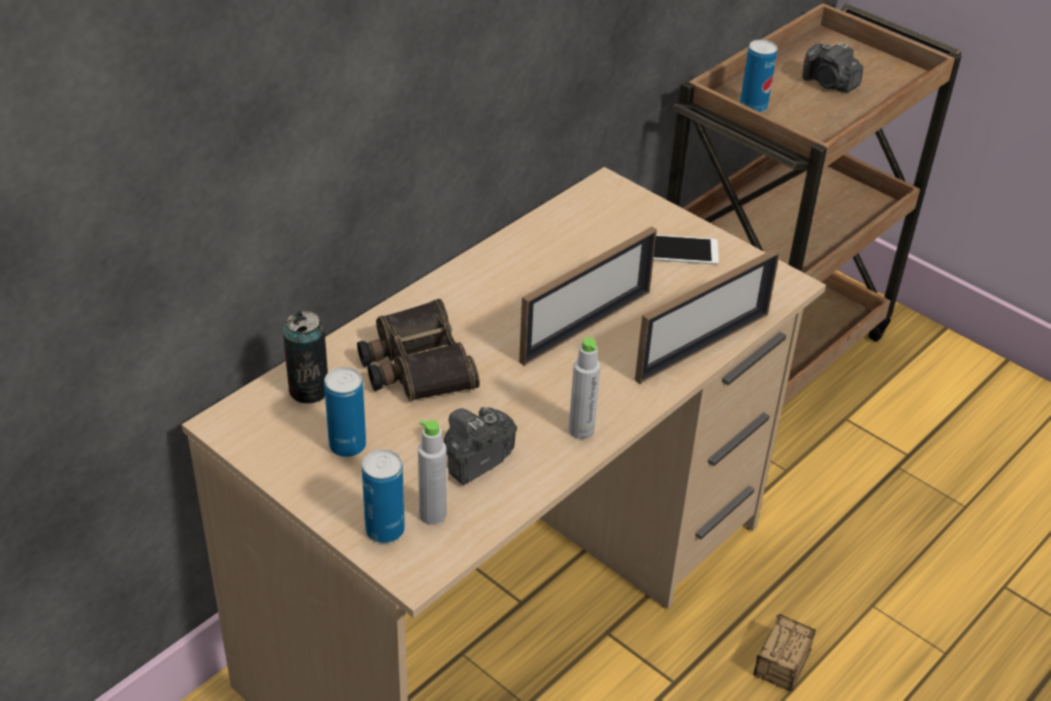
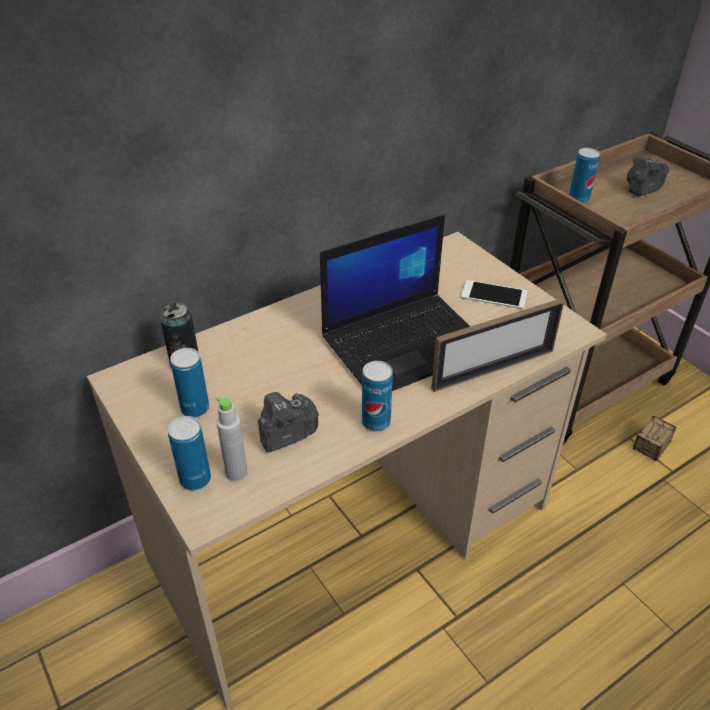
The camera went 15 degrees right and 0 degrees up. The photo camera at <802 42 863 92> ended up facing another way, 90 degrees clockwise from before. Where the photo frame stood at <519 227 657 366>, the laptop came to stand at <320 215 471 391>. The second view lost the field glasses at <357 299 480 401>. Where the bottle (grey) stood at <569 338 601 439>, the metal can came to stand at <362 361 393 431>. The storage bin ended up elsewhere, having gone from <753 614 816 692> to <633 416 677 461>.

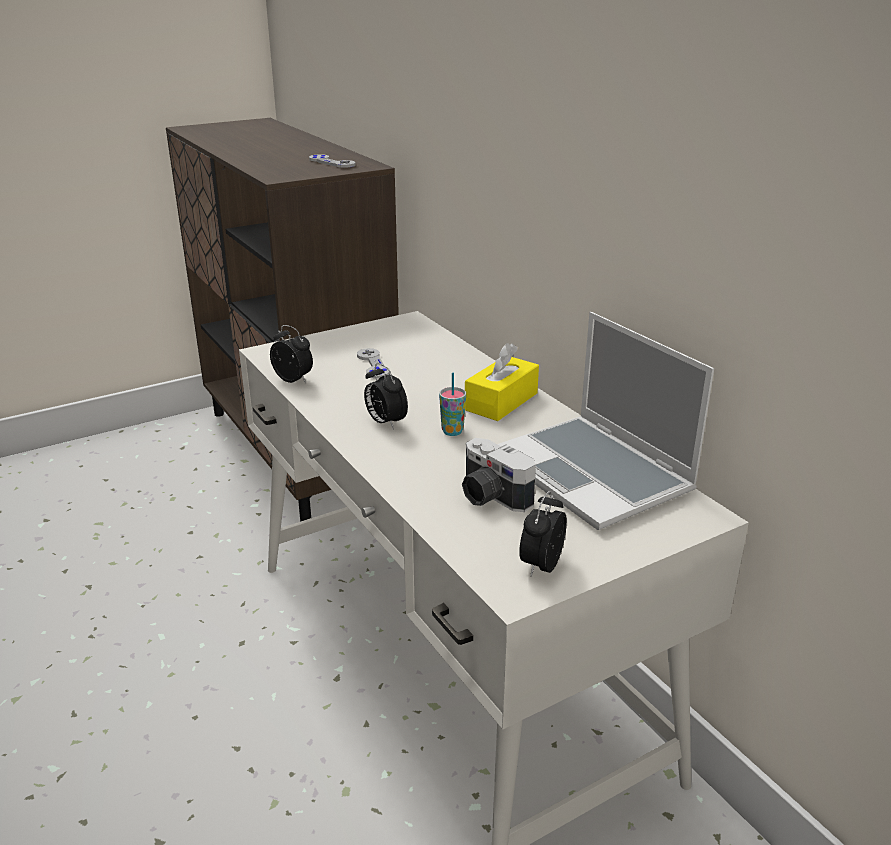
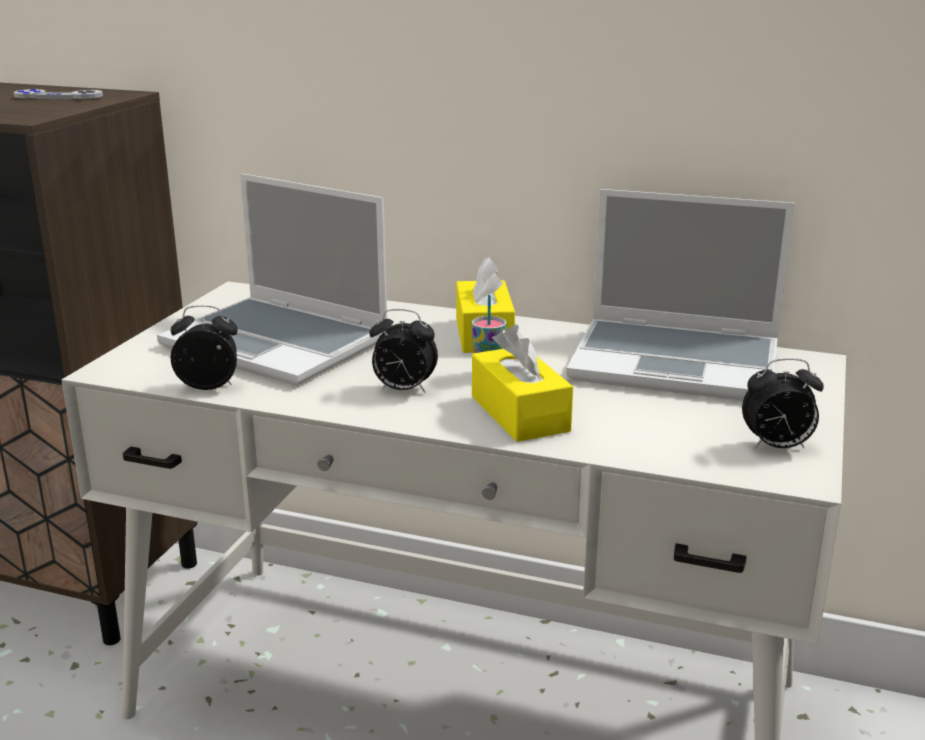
The camera went 40 degrees left and 5 degrees down. Where the joypad (grey) stood at <357 348 390 379>, the laptop came to stand at <157 173 387 386>. The second view lost the photo camera at <462 438 536 512>. The table clock at <519 491 567 577> ended up facing another way, 75 degrees counterclockwise from before. The second view gained the tissue box (yellow-coloured) at <472 324 573 442>.

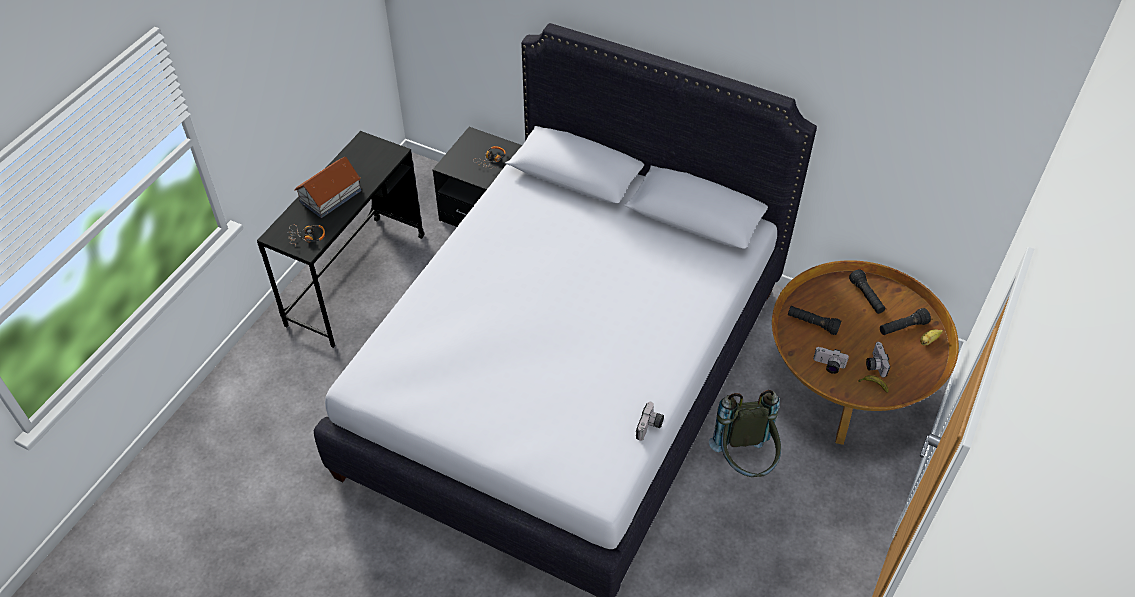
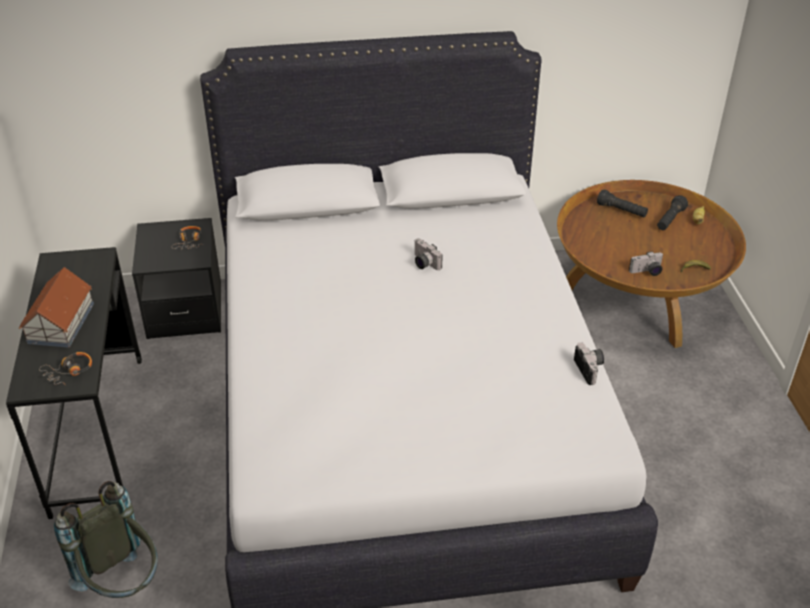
The camera went 35 degrees left and 10 degrees down. The second view lost the torch (blackish) at <788 306 841 335>. The photo camera ended up elsewhere, having gone from <866 342 890 377> to <414 238 443 270>. The rucksack (grey) ended up elsewhere, having gone from <709 390 781 477> to <54 481 158 598>.

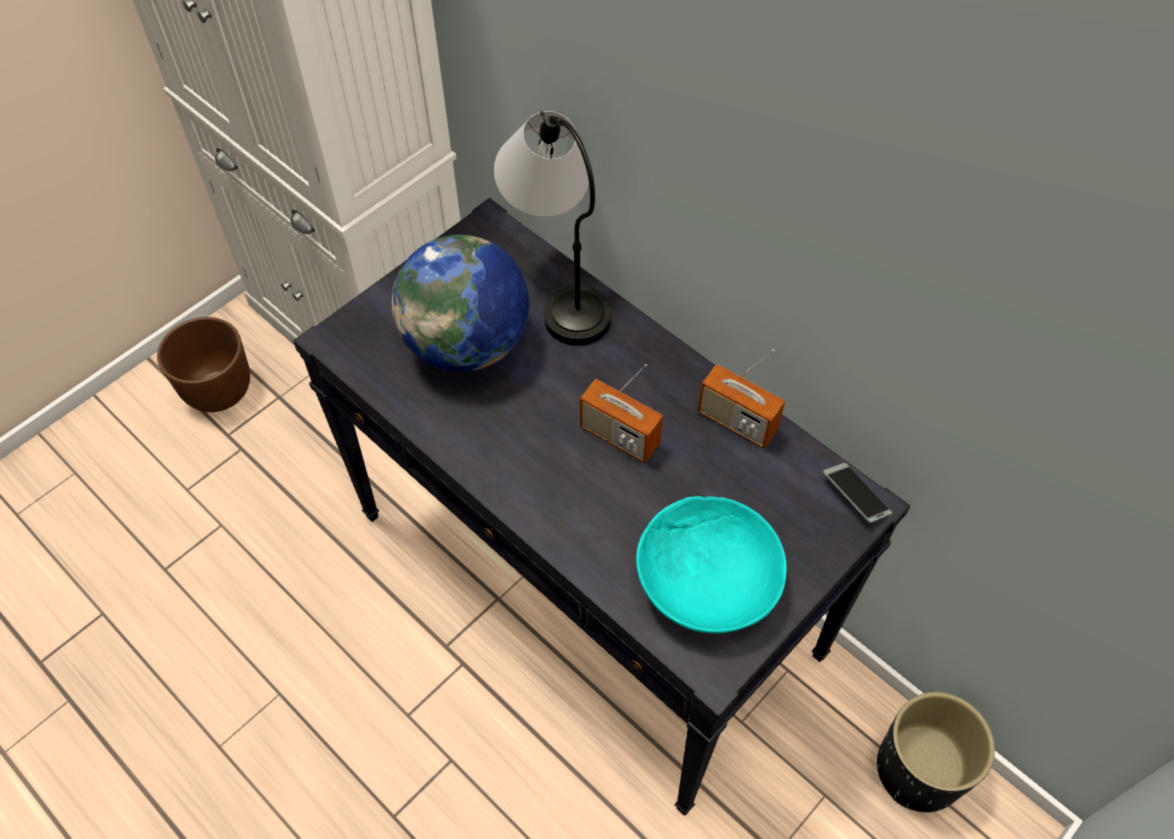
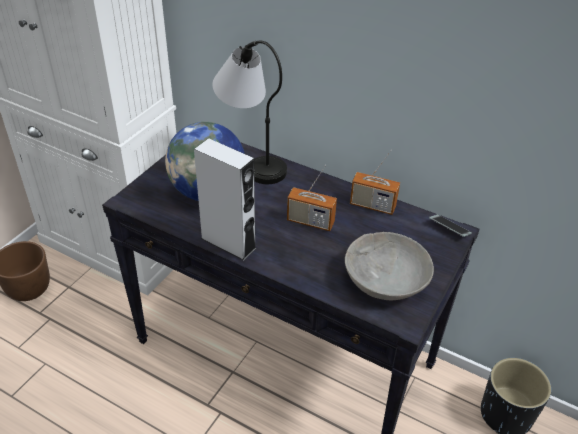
The camera went 15 degrees left and 15 degrees down. What was the bowl (blue-green) at <636 496 787 633> turned into the bowl (grey) at <345 232 434 300>. The second view gained the audio speaker (grey) at <194 138 256 261>.

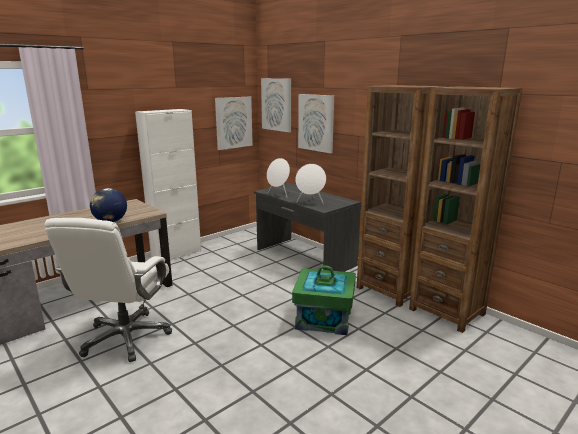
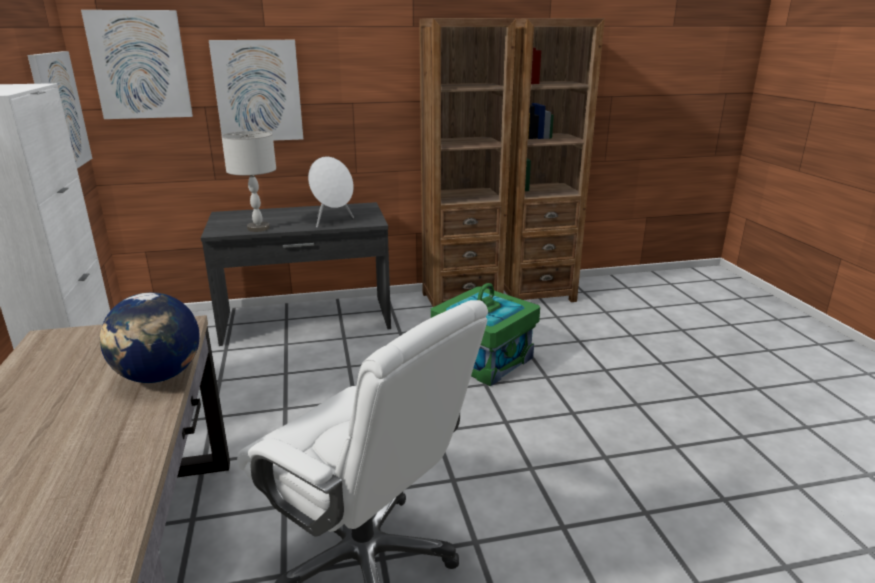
The camera went 60 degrees left and 5 degrees up. Where the audio speaker (white) stood at <267 158 290 198>, the tabletop lamp (grey) came to stand at <221 131 276 232>.

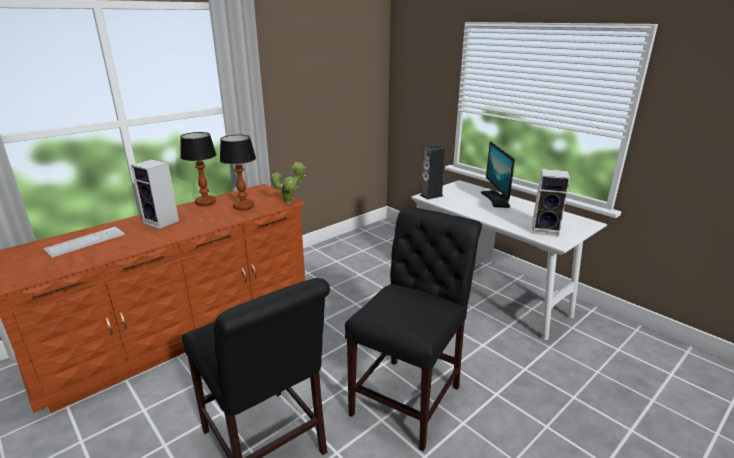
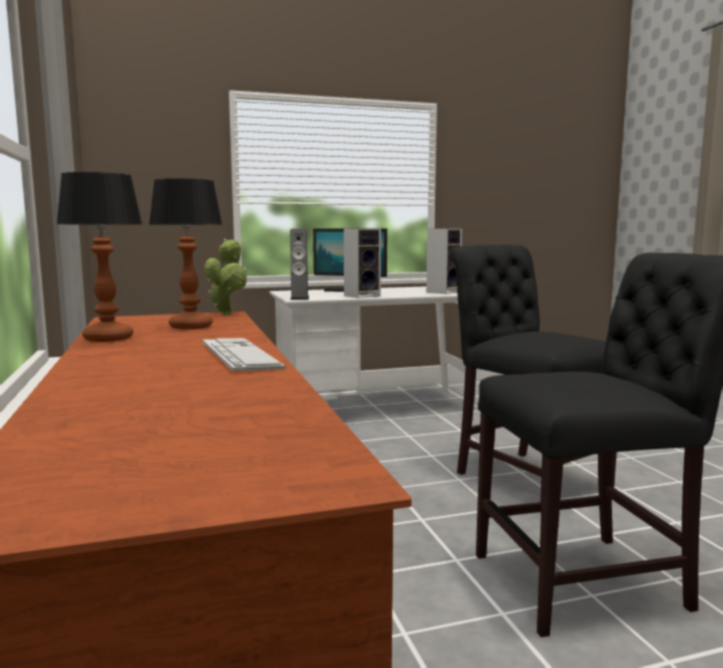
The camera went 65 degrees left and 15 degrees down. The audio speaker ended up elsewhere, having gone from <131 159 179 229> to <344 229 381 298>. The computer keyboard ended up elsewhere, having gone from <43 227 125 258> to <202 338 285 371>.

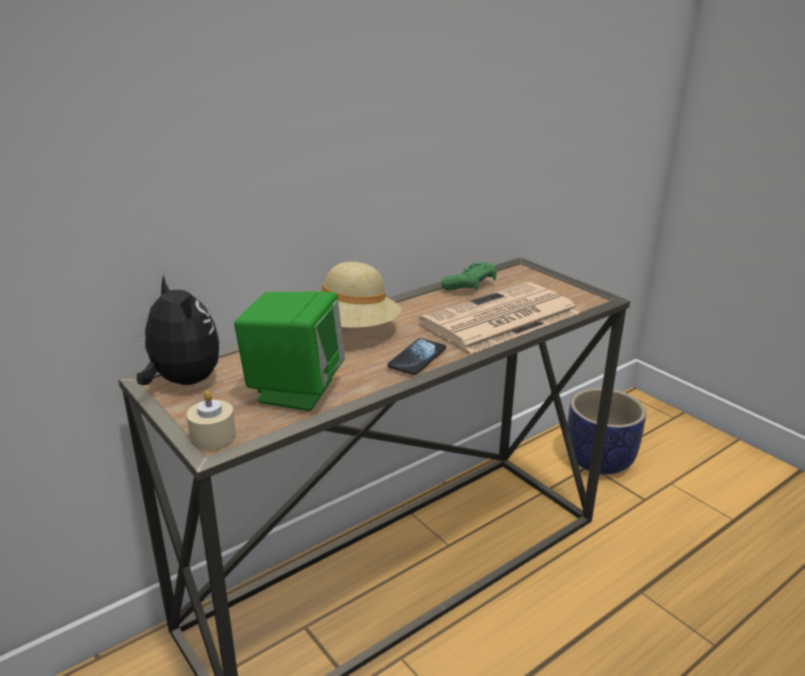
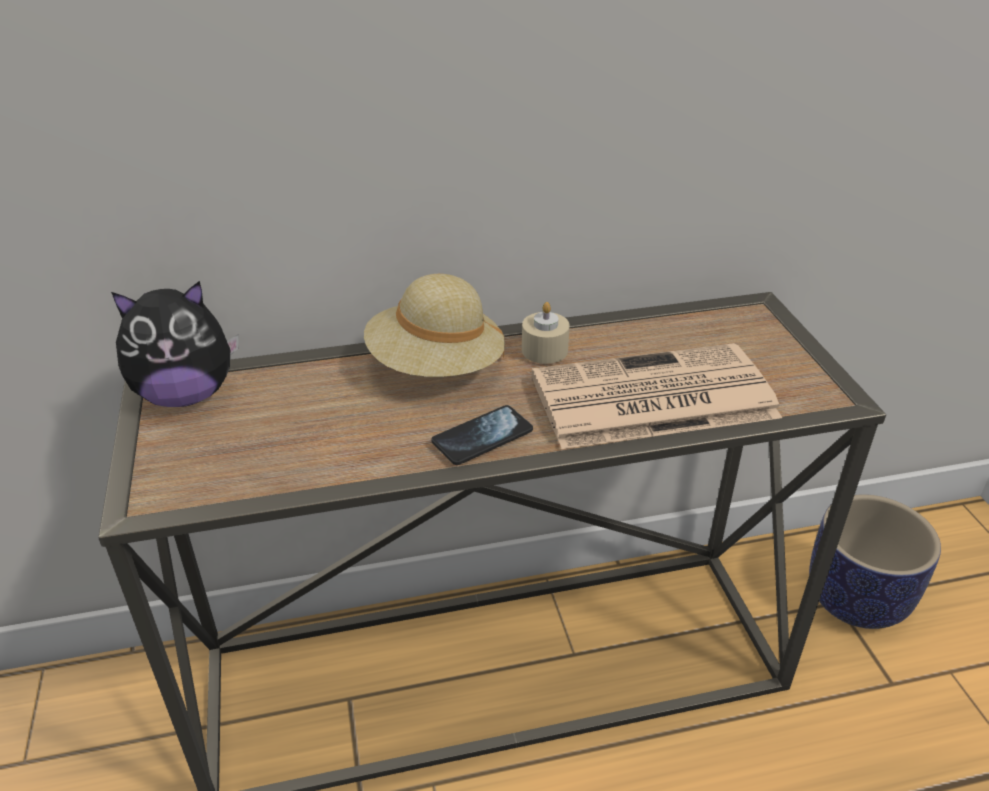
The camera went 25 degrees right and 10 degrees up. The second view lost the joypad (green) at <441 262 497 291>. The plush toy at <137 275 219 385> ended up facing another way, 90 degrees clockwise from before. The second view lost the audio speaker (green) at <234 291 345 411>. The candle (beige) ended up elsewhere, having gone from <187 390 236 450> to <522 302 570 364>.

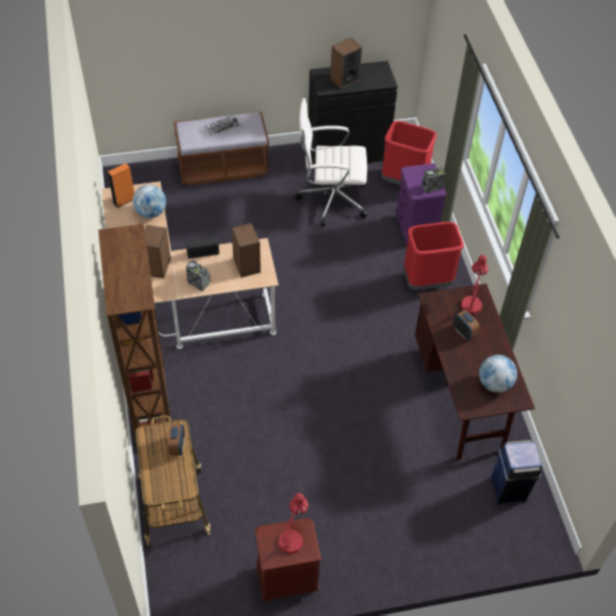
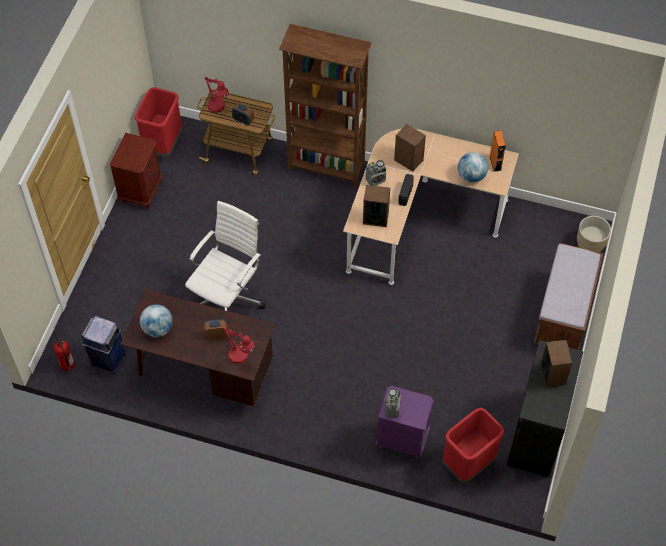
The camera went 120 degrees right and 5 degrees up. The desk chair (white) ended up elsewhere, having gone from <295 98 368 226> to <185 201 265 311>. The second view lost the computer keyboard at <205 115 242 137>. The trash can (red) ended up elsewhere, having gone from <404 222 464 290> to <135 87 182 157>. The tabletop lamp (red) ended up elsewhere, having gone from <278 493 308 554> to <205 77 229 113>. The second view gained the flower pot (beige) at <577 216 611 253>. The second view gained the extinguisher at <53 331 75 371>.

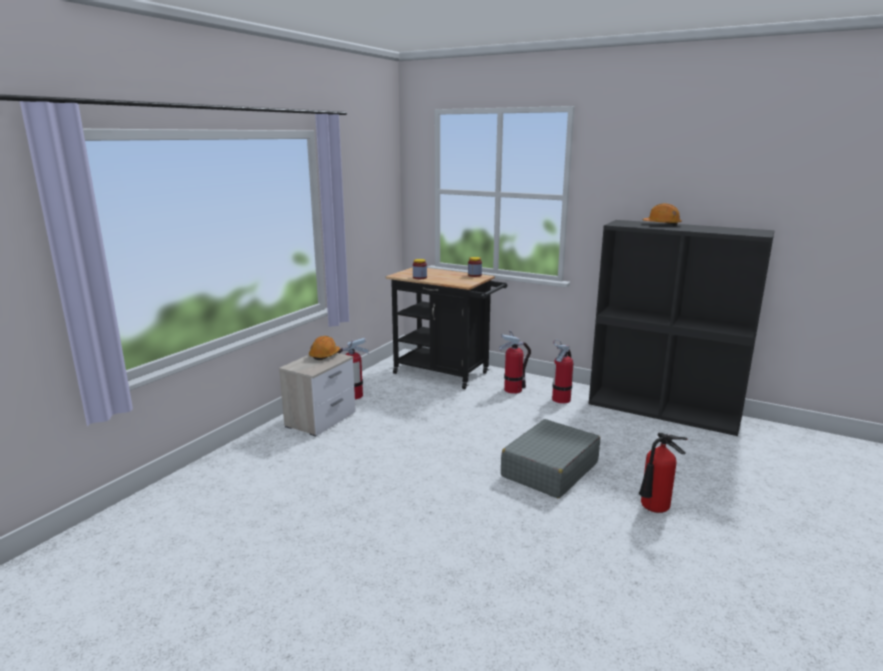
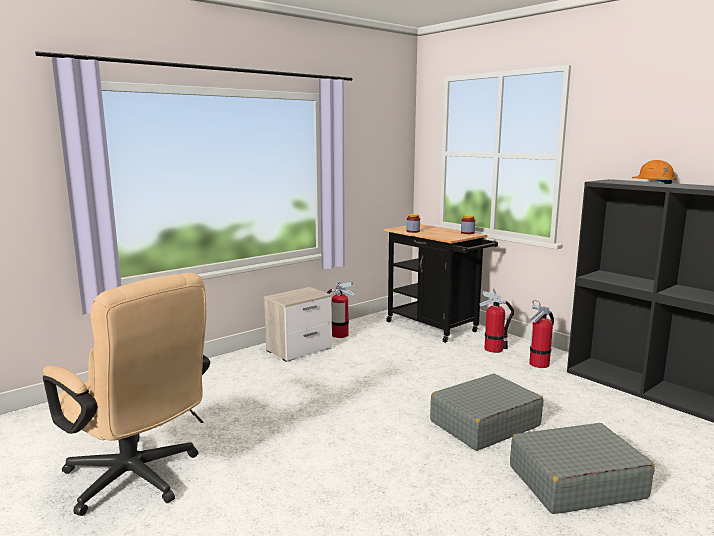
The camera went 20 degrees right and 5 degrees down. The second view lost the hard hat (orange-coloured) at <309 336 340 360>. Where the extinguisher stood at <639 433 687 513>, the piece of luggage (grey) came to stand at <510 423 655 514>. The second view gained the desk chair (beige) at <43 273 210 516>.

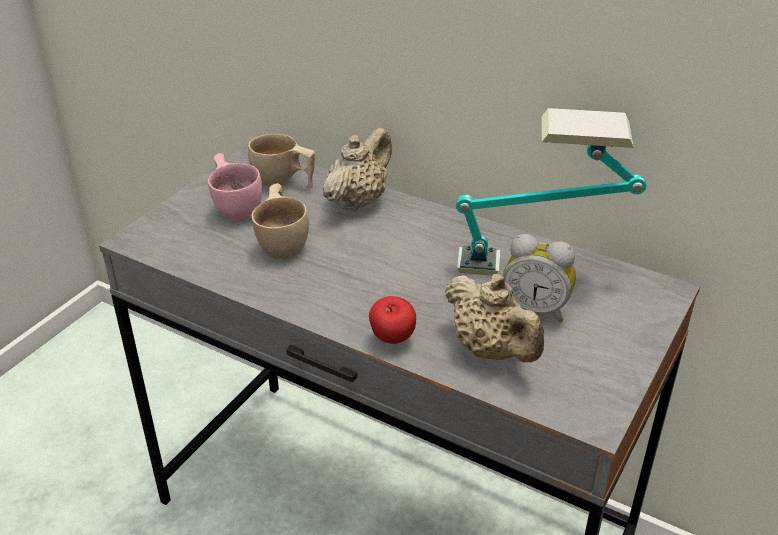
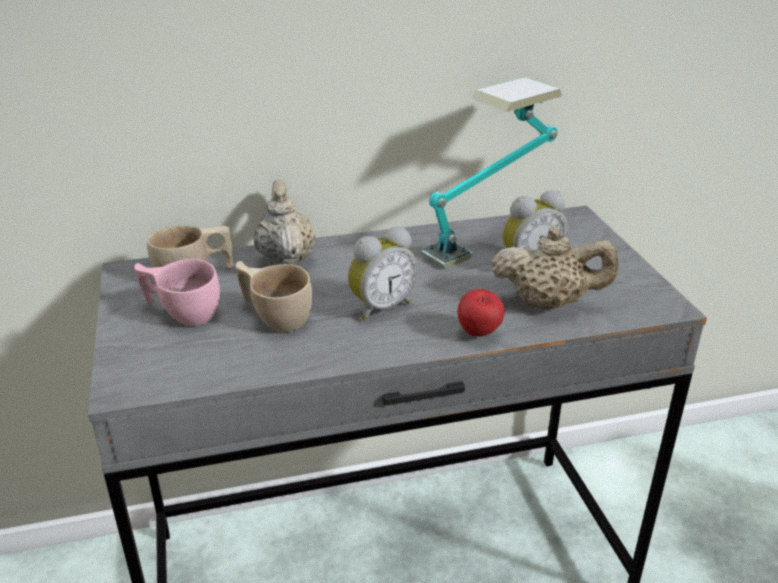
The camera went 45 degrees left and 5 degrees down. The second view gained the table clock at <348 226 418 321>.

